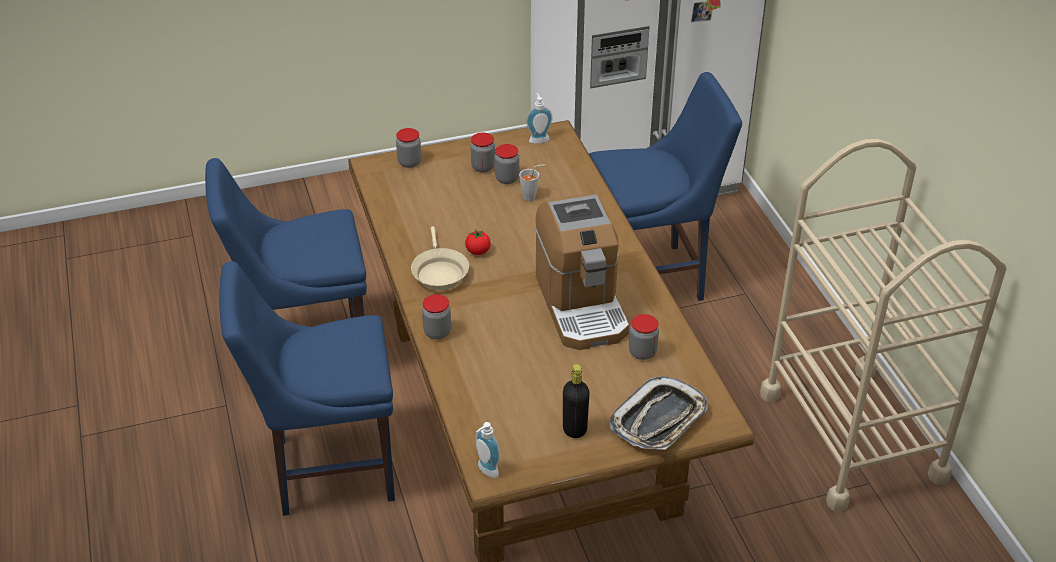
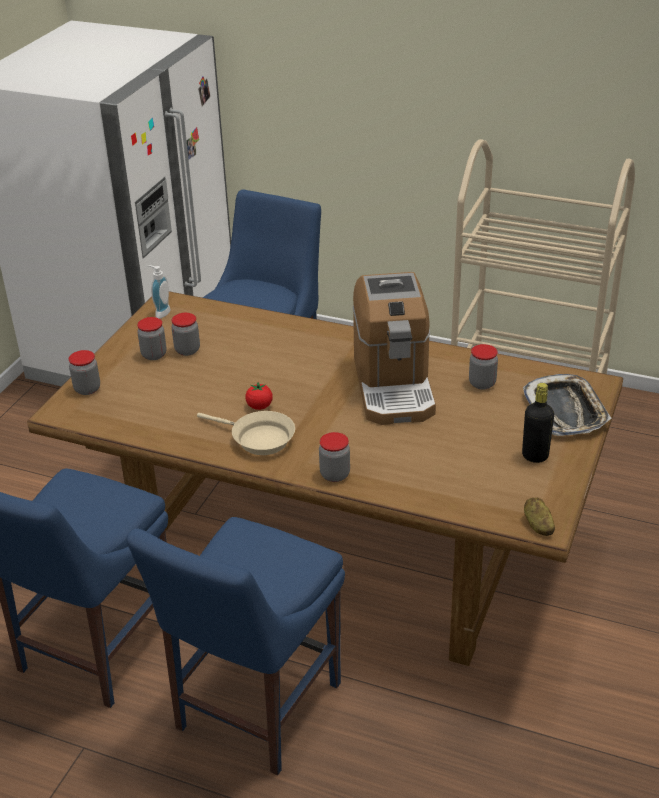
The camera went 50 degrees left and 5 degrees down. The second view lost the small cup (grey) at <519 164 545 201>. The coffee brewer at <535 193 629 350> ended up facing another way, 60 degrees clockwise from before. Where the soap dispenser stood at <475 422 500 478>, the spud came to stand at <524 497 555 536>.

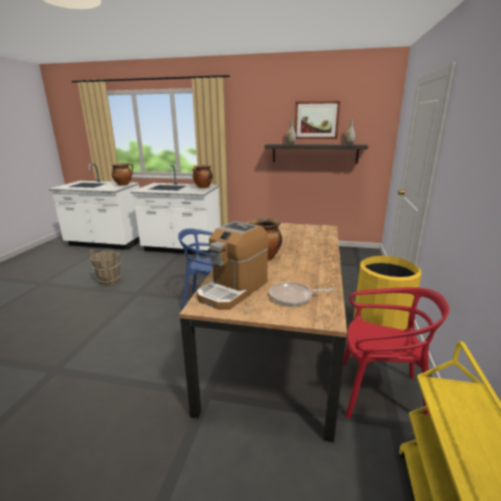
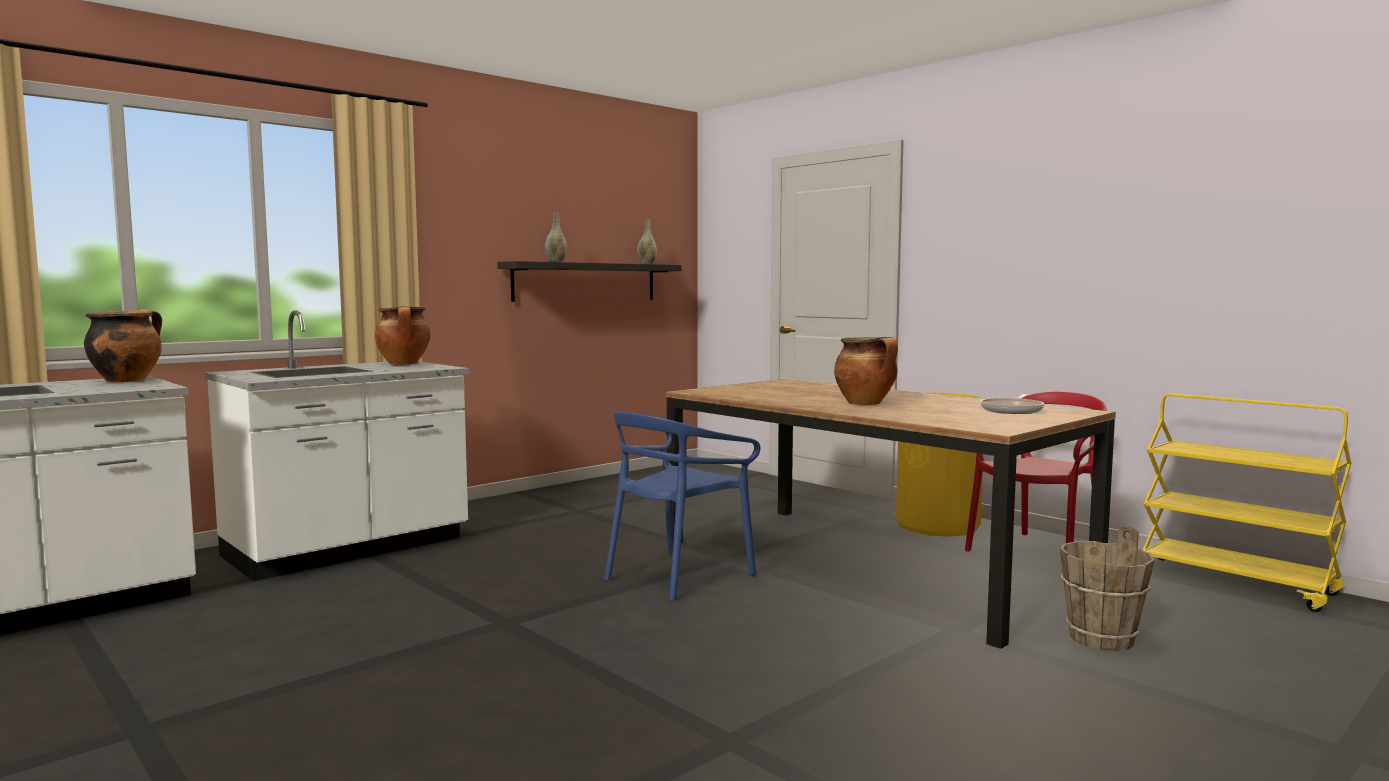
The camera went 55 degrees left and 15 degrees down. The second view lost the wall picture at <295 101 340 139>. The second view lost the coffee brewer at <197 221 269 310>. The pail (brown) ended up elsewhere, having gone from <89 249 120 286> to <1060 526 1155 651>.

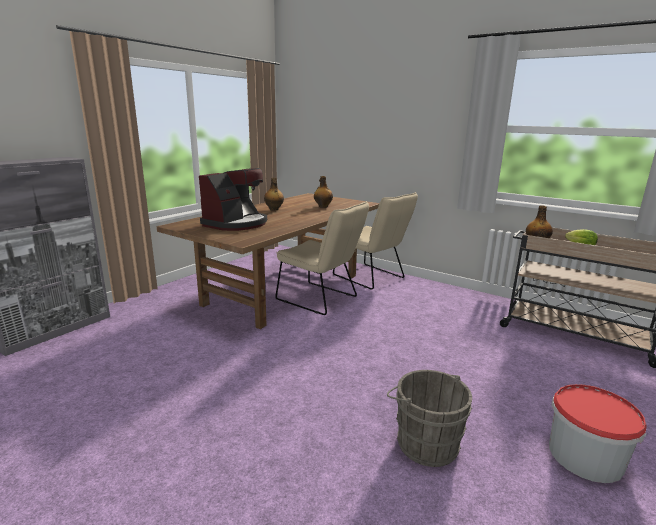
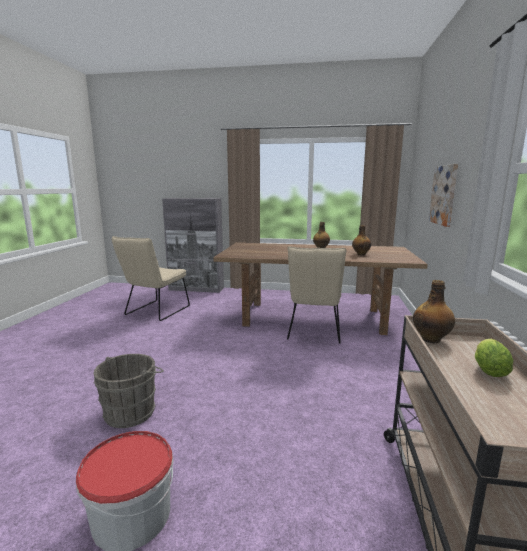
The camera went 65 degrees right and 5 degrees down. The second view lost the coffee brewer at <199 168 267 231>. The plain chair (beige) ended up elsewhere, having gone from <333 192 418 290> to <112 236 190 321>. The second view gained the wall picture at <429 164 458 227>.

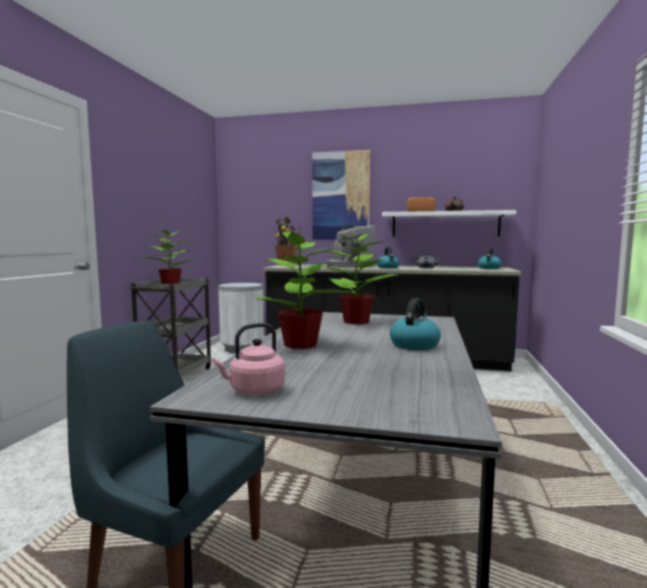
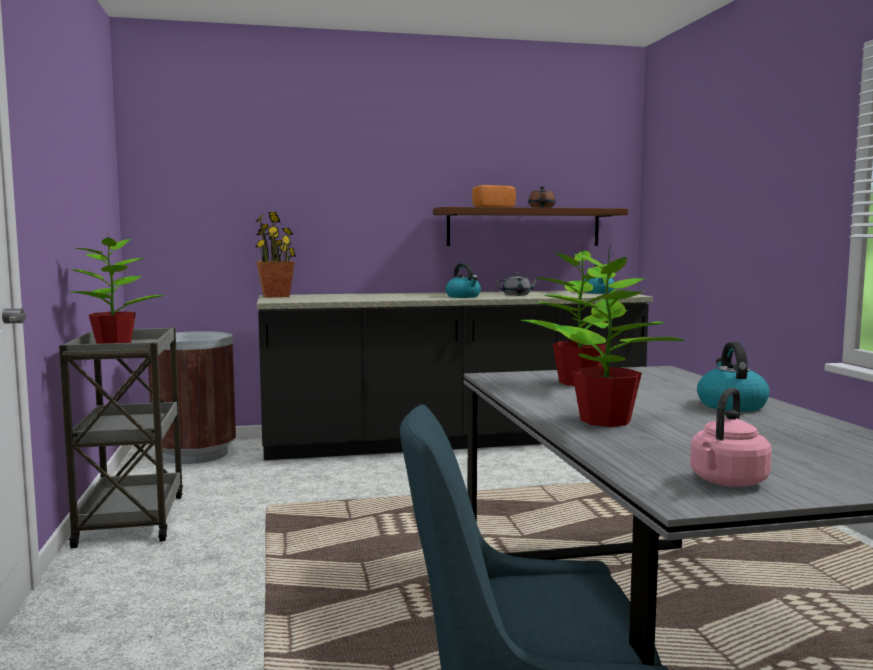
The camera went 25 degrees left and 0 degrees up. The second view lost the wall picture at <312 150 370 240>. What was the wall shelf (white) at <382 210 516 237> turned into the wall shelf (brown) at <433 207 628 246>. The second view lost the coffee brewer at <325 225 376 268>. What was the trash can (white) at <218 283 264 353> turned into the trash can (brown) at <148 331 236 464>.

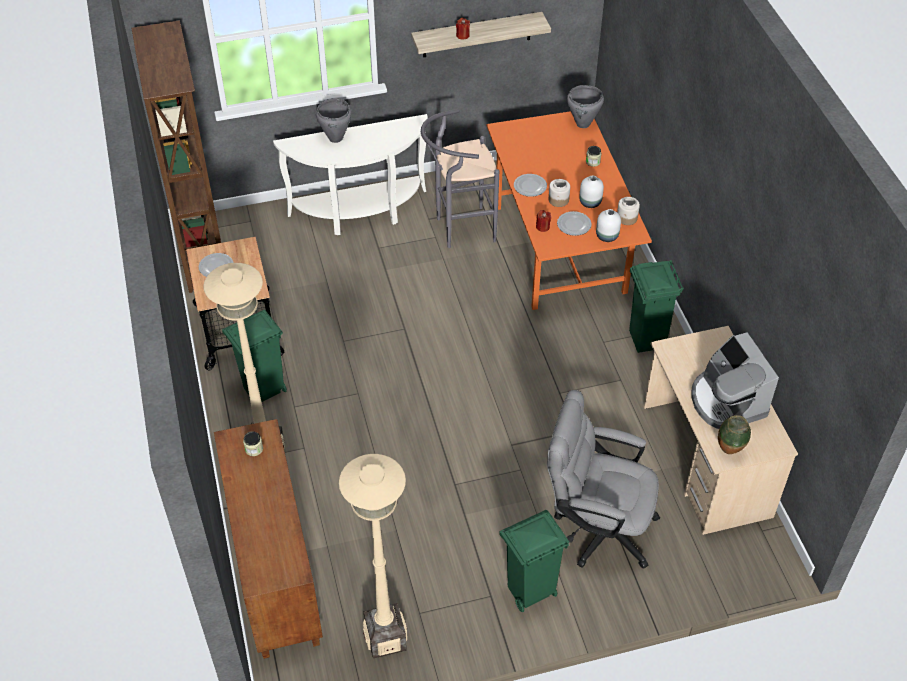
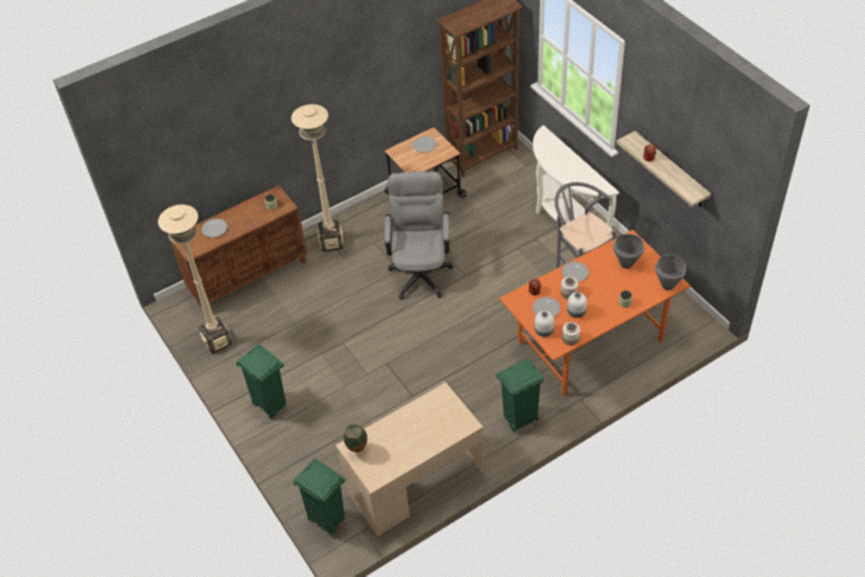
The camera went 75 degrees right and 0 degrees up. The saucepot (grey) ended up elsewhere, having gone from <316 98 351 143> to <613 234 645 269>. The trash can (green) ended up elsewhere, having gone from <222 310 287 402> to <293 458 346 535>. The second view lost the coffee brewer at <691 332 779 429>. The desk chair (grey) ended up elsewhere, having gone from <547 390 660 569> to <384 171 453 300>. The second view gained the plate at <202 219 227 238>.

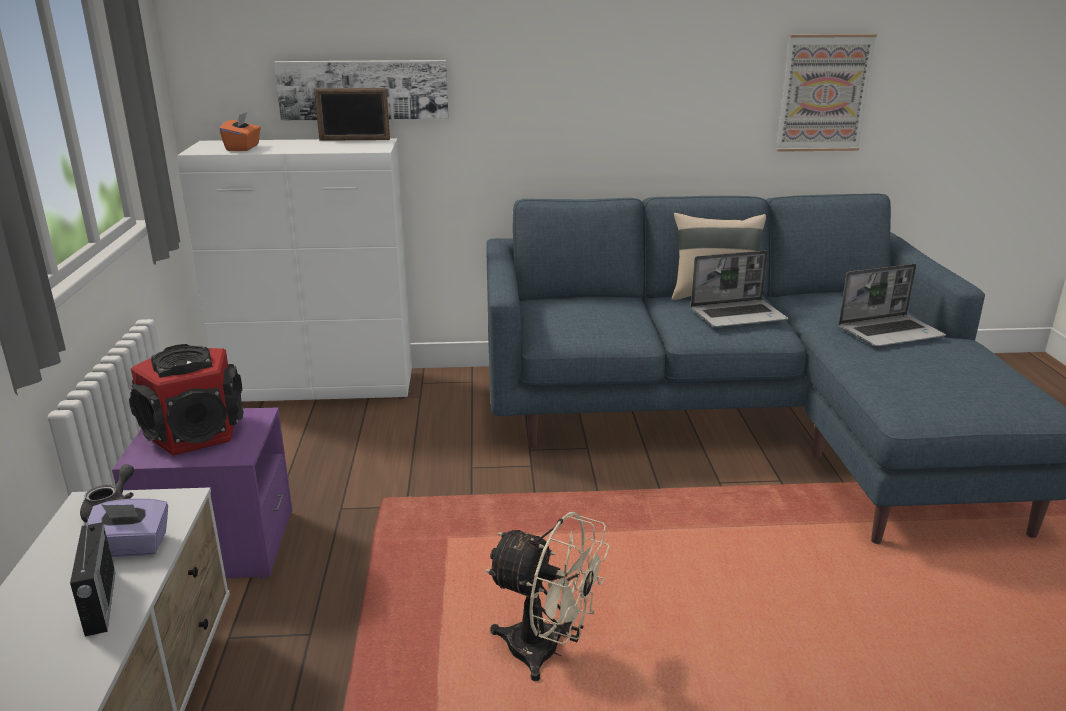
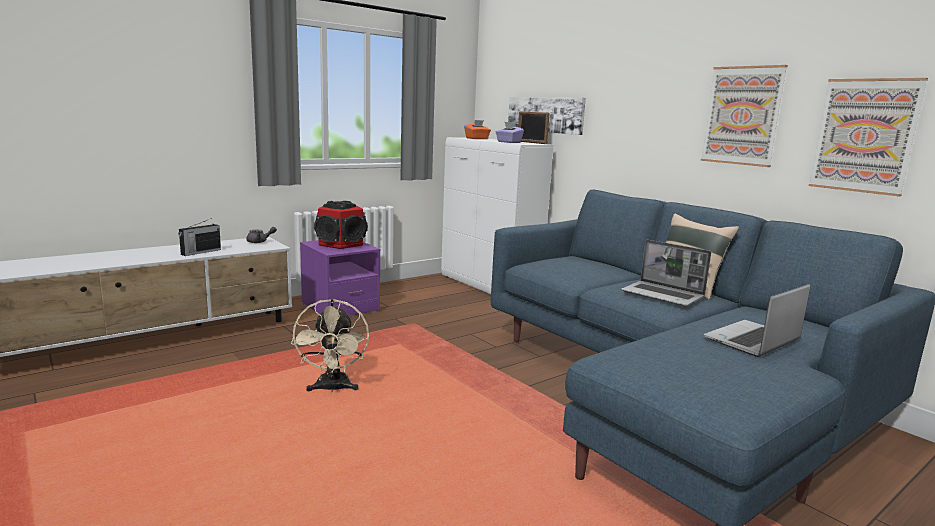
The camera went 55 degrees right and 10 degrees down. The laptop at <838 264 946 346> ended up facing another way, 105 degrees clockwise from before. The tissue box (purple) ended up elsewhere, having gone from <86 499 168 557> to <496 122 524 143>. The second view gained the wall picture at <701 65 788 167>.

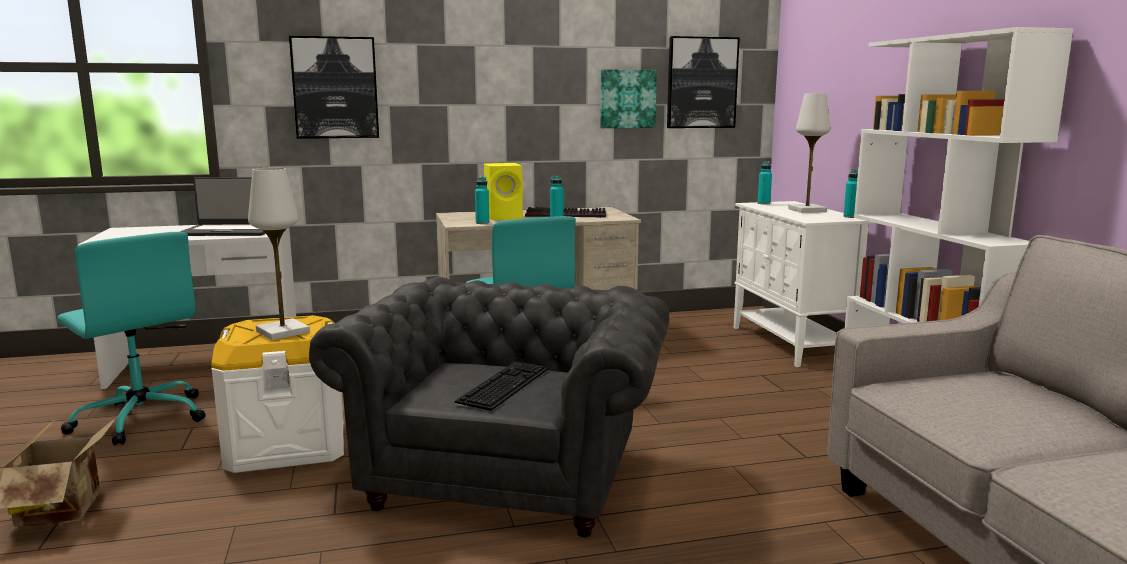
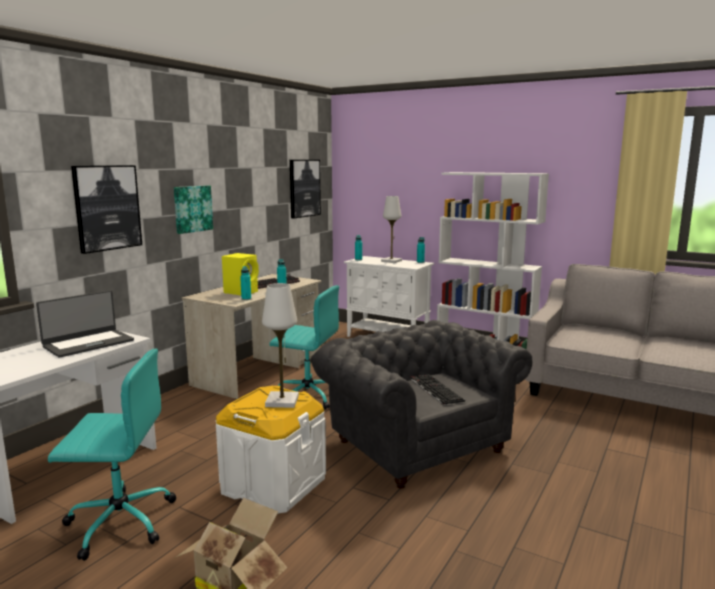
The camera went 45 degrees left and 0 degrees up. The wall picture ended up elsewhere, having gone from <600 69 657 128> to <174 185 213 234>.

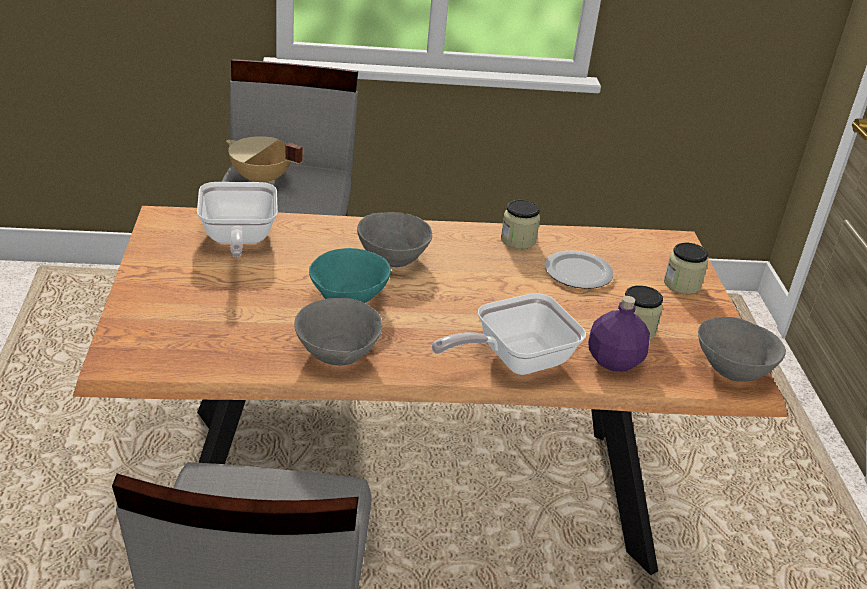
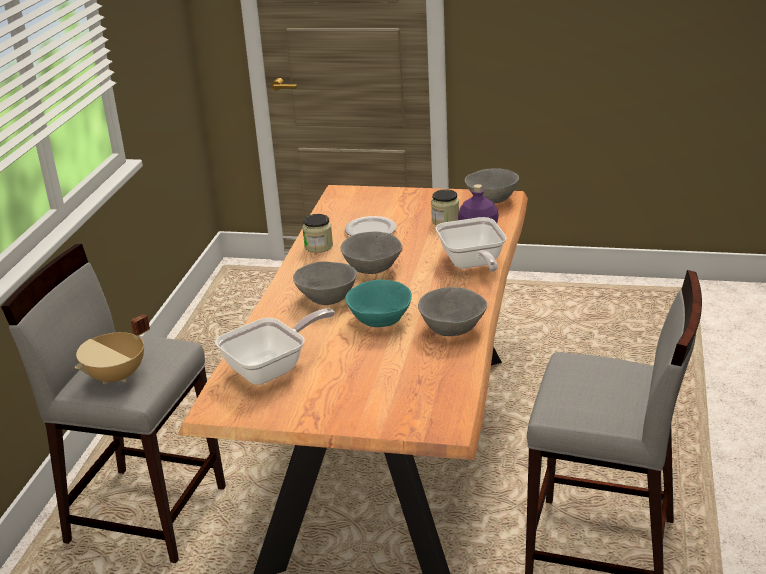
The camera went 70 degrees left and 5 degrees down. The pan at <197 182 278 257> ended up facing another way, 45 degrees counterclockwise from before. The second view lost the preserve jar at <664 243 708 294>. The second view gained the bowl (grey) at <341 232 402 274>.

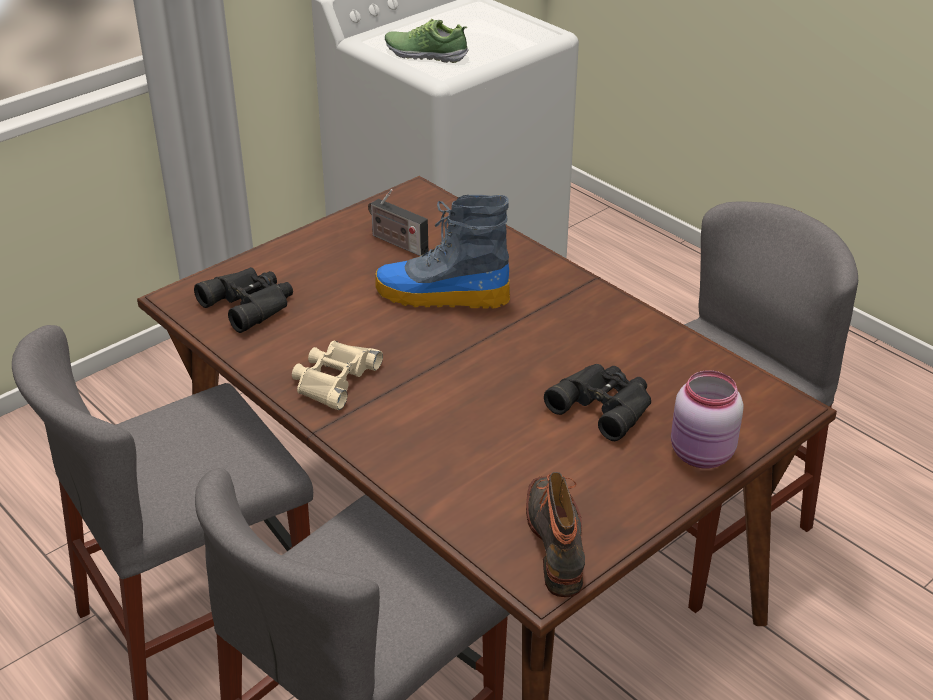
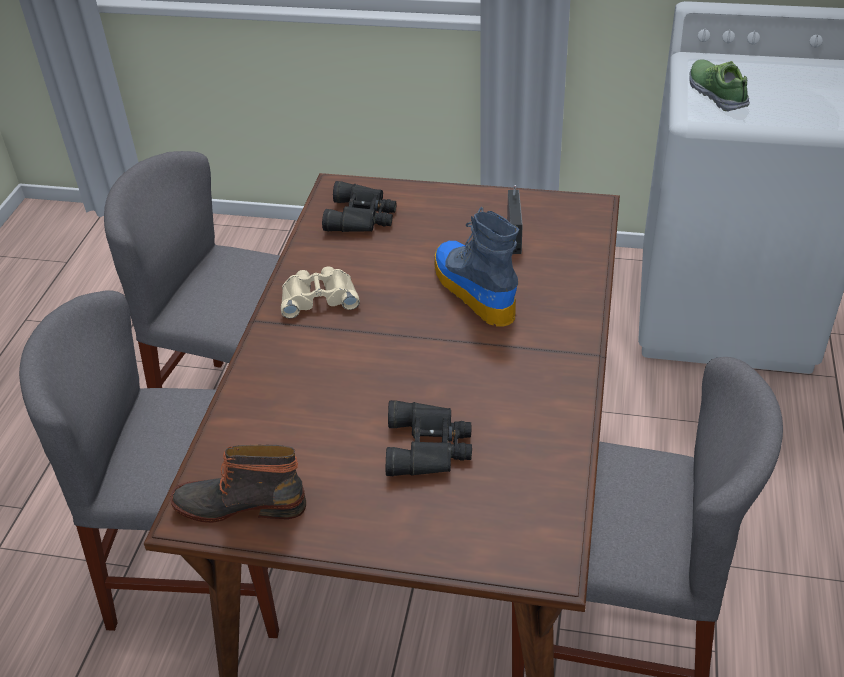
The camera went 55 degrees right and 5 degrees up. The second view lost the preserve jar (pinkish) at <671 370 744 468>. The tall boot at <526 472 585 597> ended up facing another way, 135 degrees counterclockwise from before.

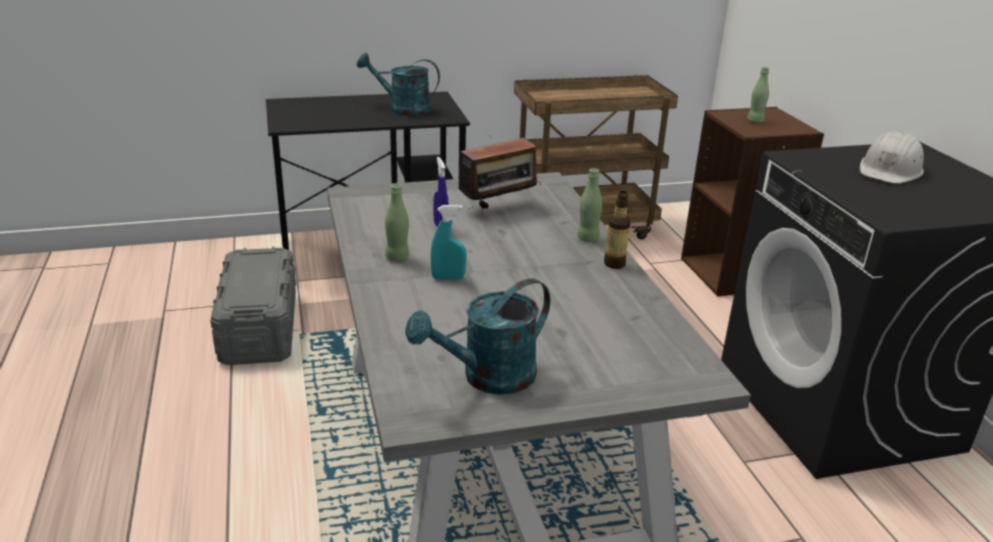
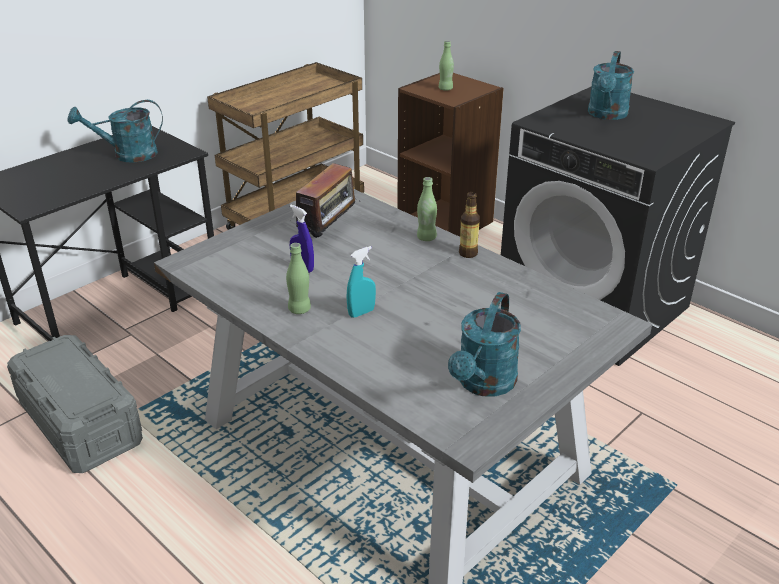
The camera went 30 degrees left and 5 degrees up. Where the hard hat (white) stood at <860 130 924 184>, the watering pot (blue-green) came to stand at <588 51 634 120>.

